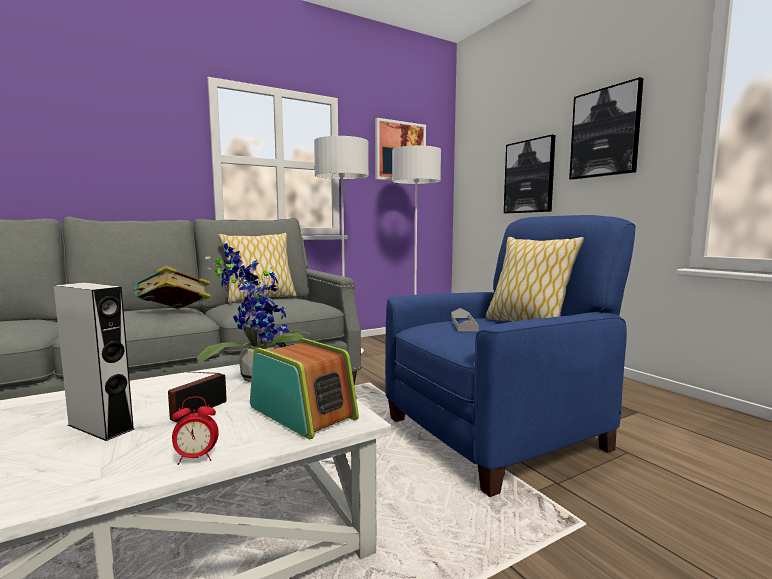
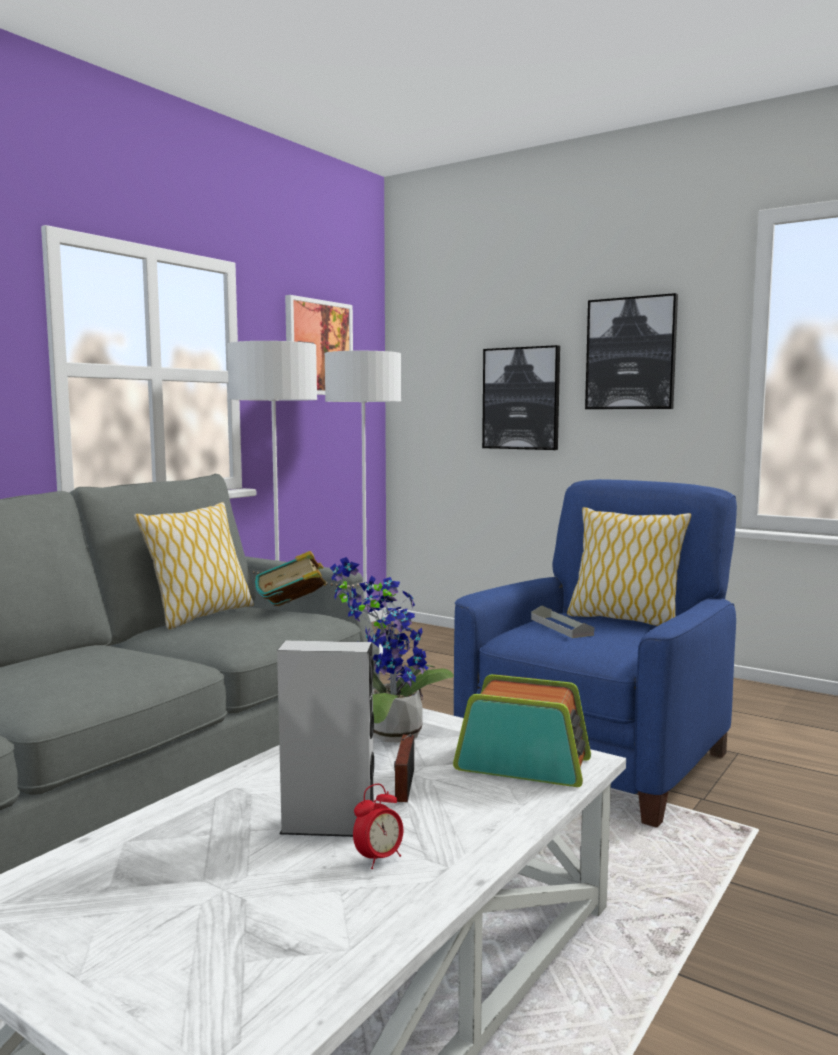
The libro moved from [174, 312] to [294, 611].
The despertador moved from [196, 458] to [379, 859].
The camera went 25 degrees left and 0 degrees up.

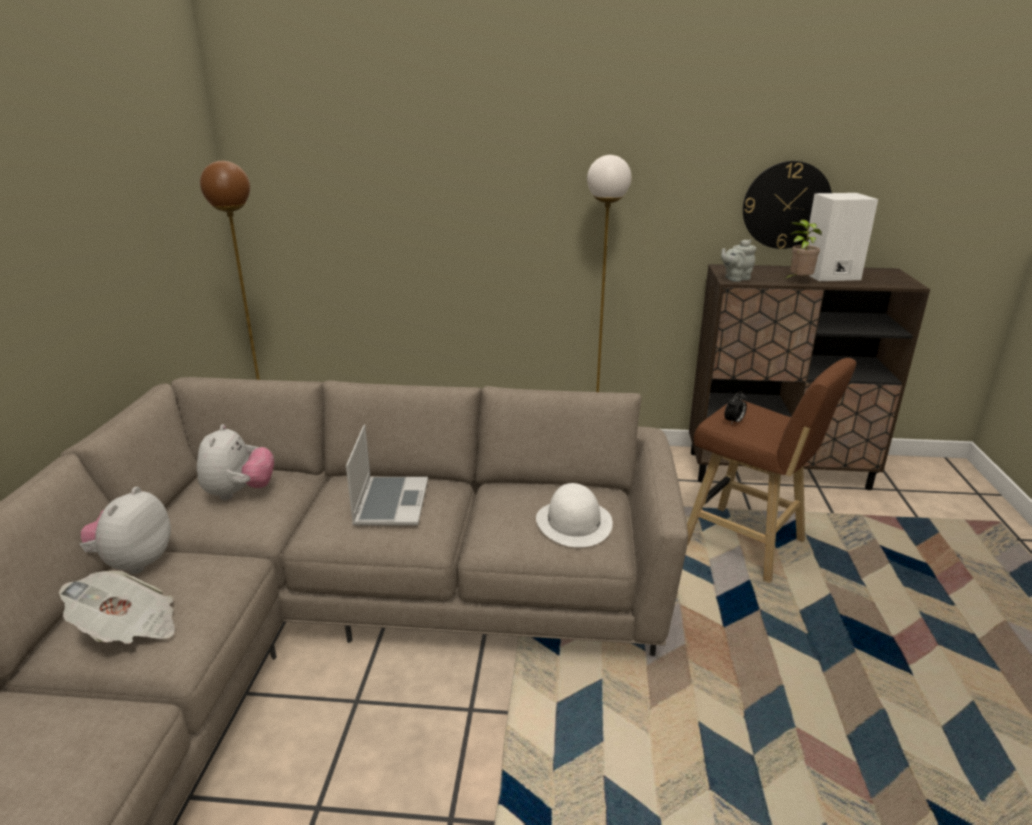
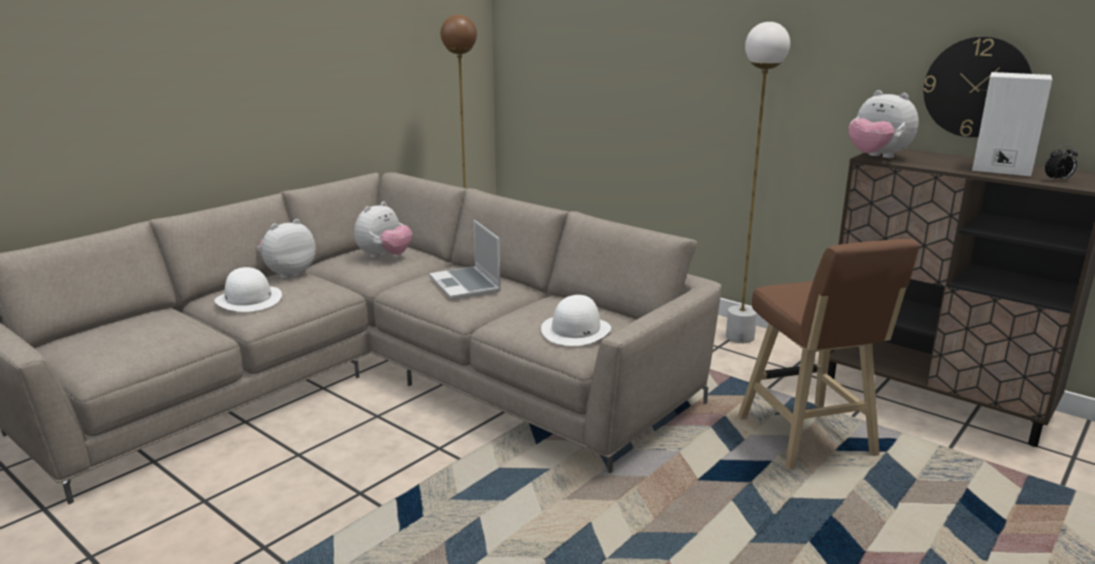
The periódico at [129, 628] was replaced by the sombrero [blanco] at [249, 299].
The portátil at [390, 502] turned 120 degrees clockwise.
The tetera [gris] at [735, 279] was replaced by the peluche at [877, 157].
The despertador moved from [734, 422] to [1058, 180].
The planta en maceta at [798, 281] disappeared.
The camera went 35 degrees right and 5 degrees down.

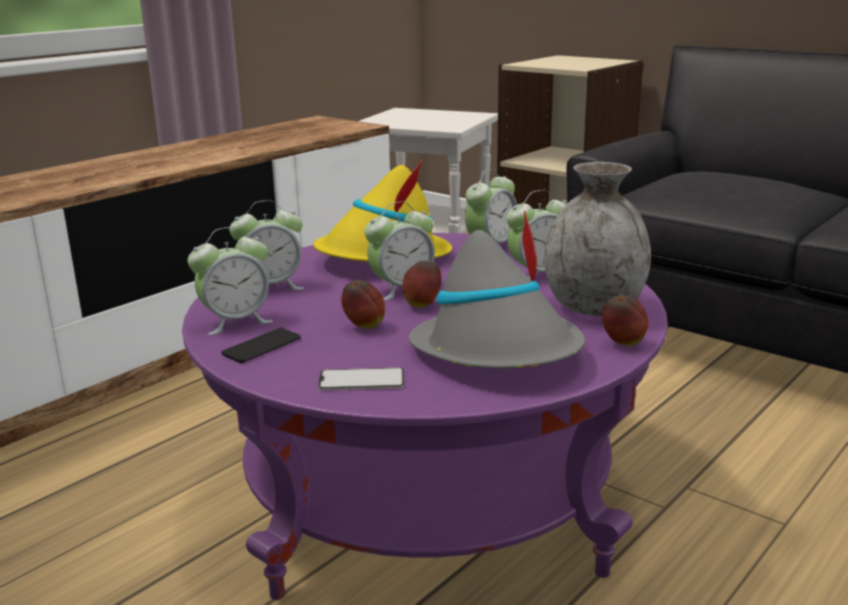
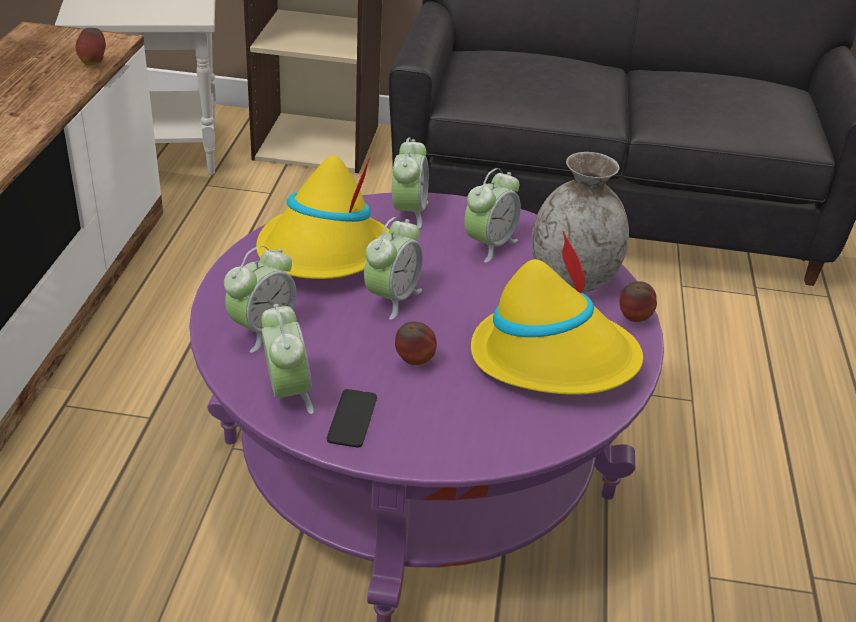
The despertador at [235, 322] turned 45 degrees counterclockwise.
The móvil at [361, 380] disappeared.
The manzana moved from [422, 305] to [93, 63].
The sombrero [gris] at [498, 351] became the sombrero [amarillo] at [553, 358].
The camera went 35 degrees left and 15 degrees up.

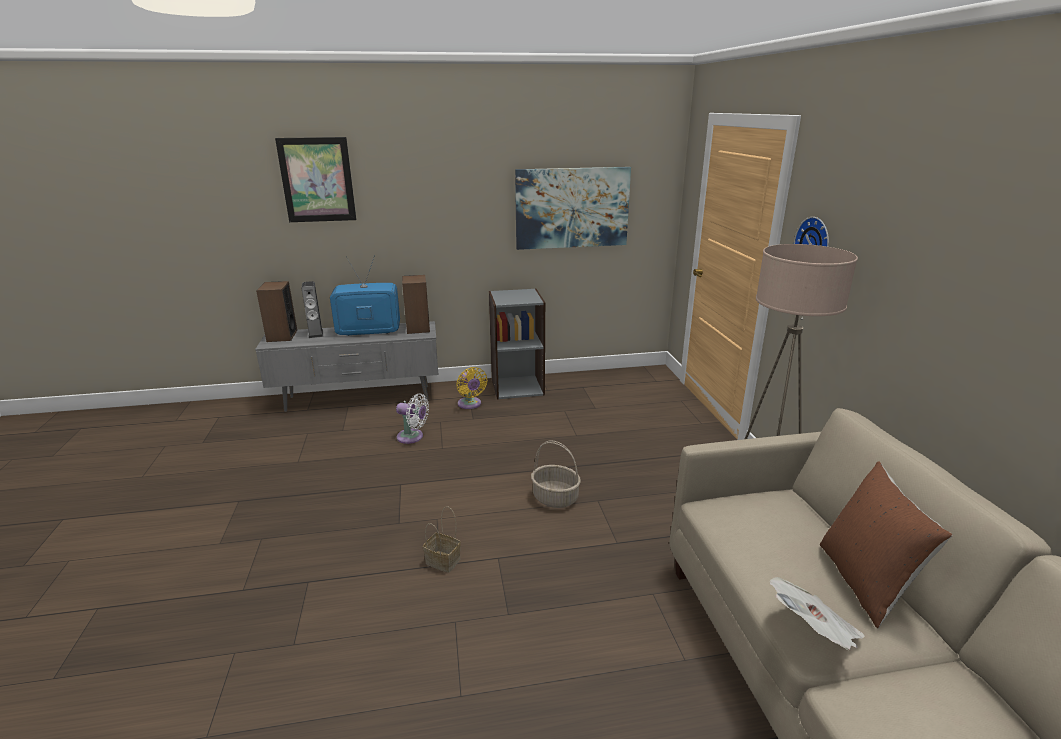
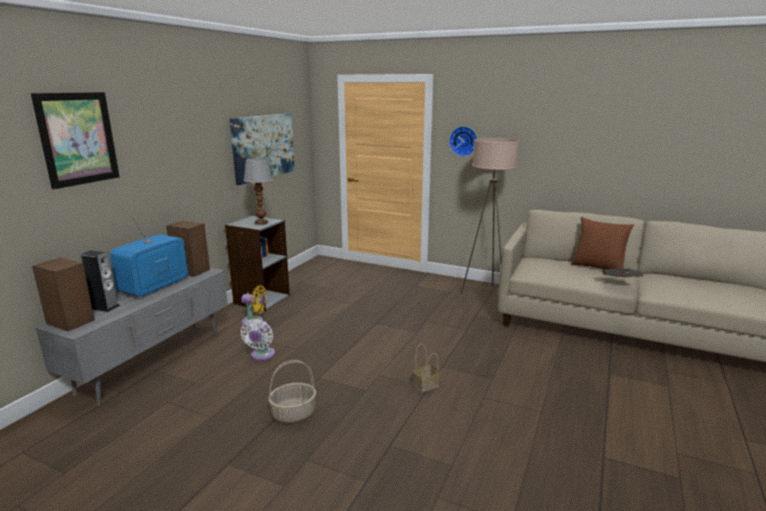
The ventilador [blanco] at [412, 437] turned 135 degrees clockwise.
The cesta moved from [556, 498] to [294, 414].
The lámpara de mesa at [261, 222] appeared.
The camera went 55 degrees left and 5 degrees down.

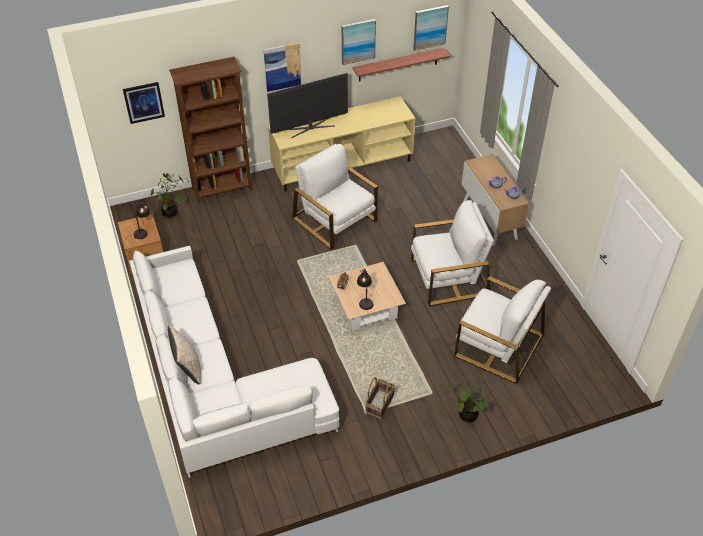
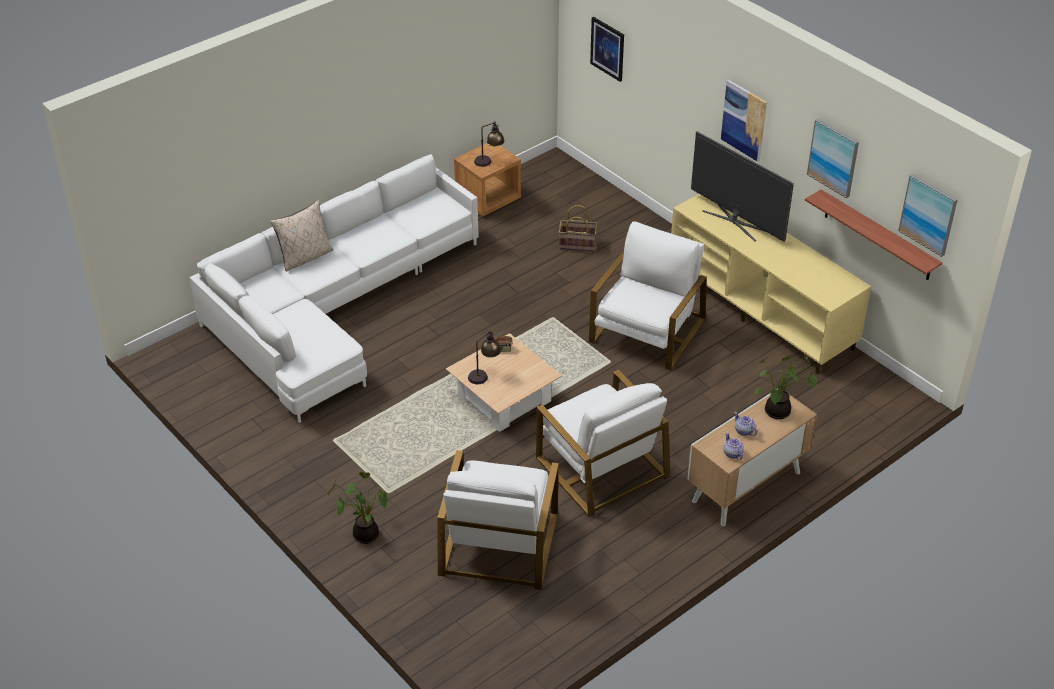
The planta en maceta moved from [171, 213] to [777, 413].
The estantería [marrón] at [223, 189] disappeared.
The cesta moved from [379, 404] to [577, 244].
The camera went 70 degrees right and 5 degrees down.

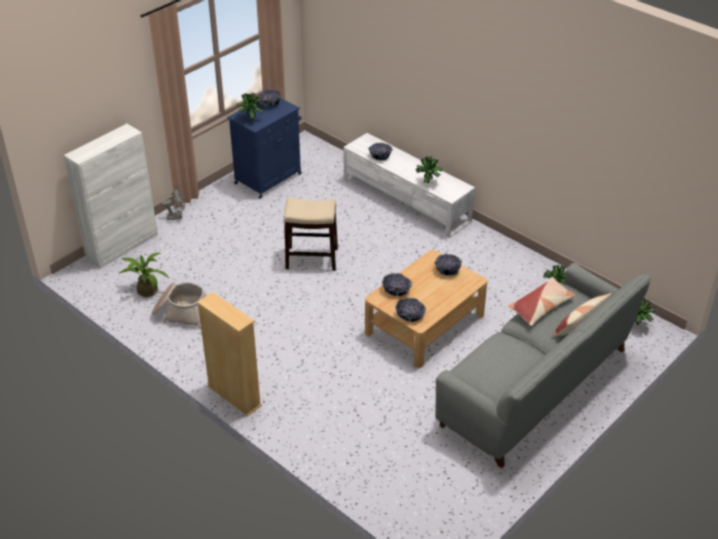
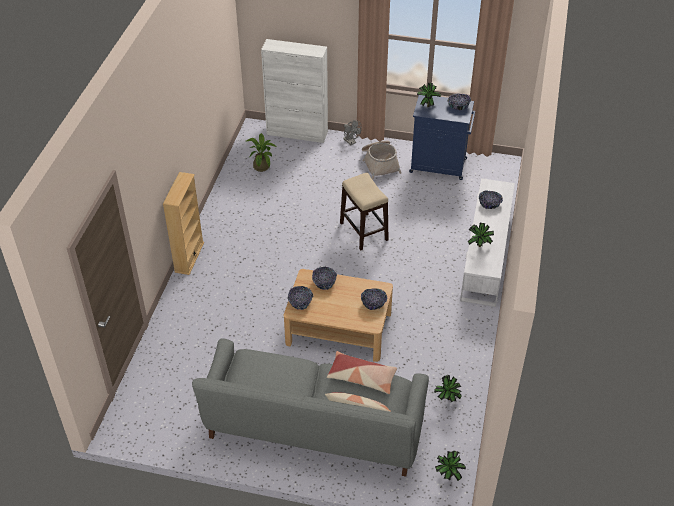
The cesta moved from [181, 312] to [380, 163].
The camera went 60 degrees right and 5 degrees up.

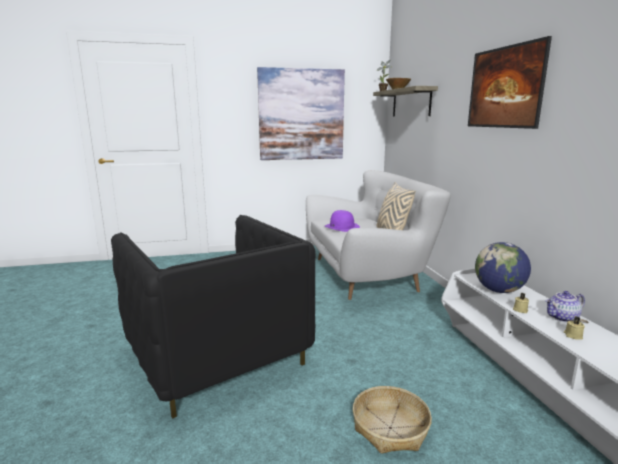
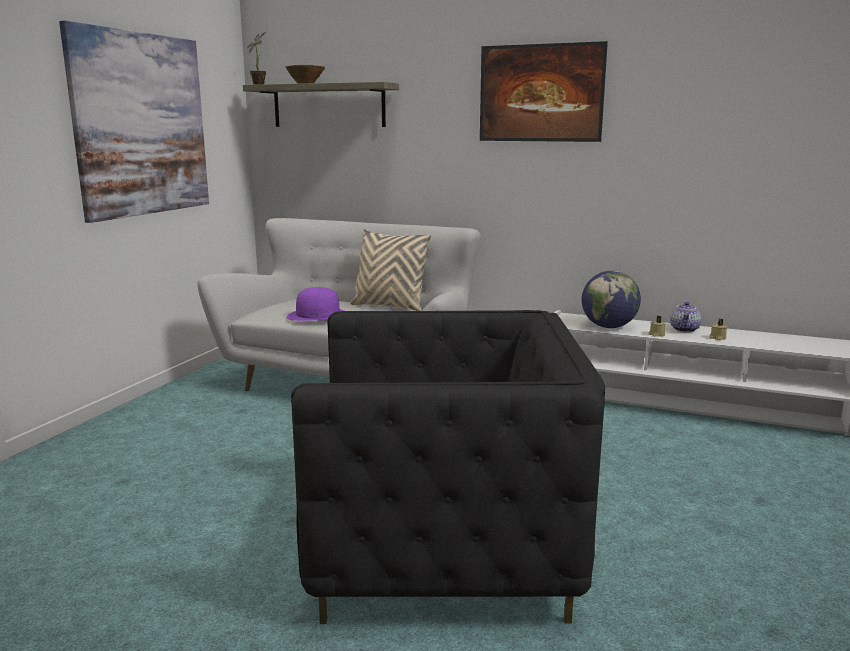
The cesta at [390, 428] disappeared.
The camera went 55 degrees left and 0 degrees up.

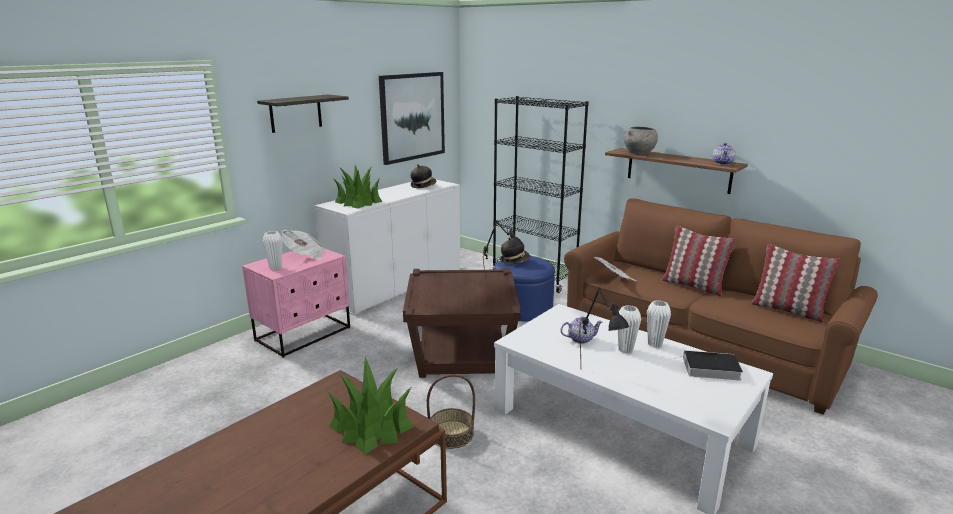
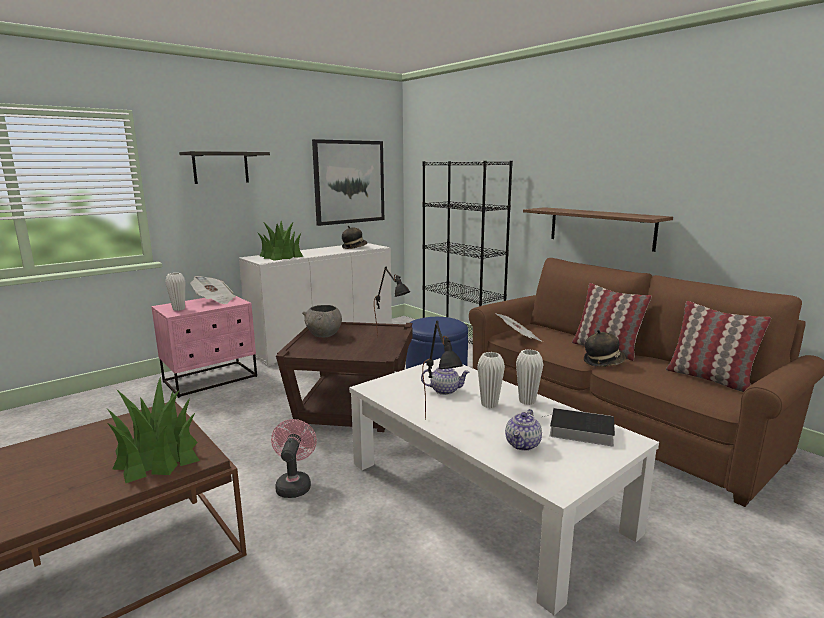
The cesta at [451, 434] was replaced by the ventilador [rosa] at [294, 484].
The sombrero moved from [514, 260] to [603, 362].
The cuenco [gris] moved from [639, 153] to [324, 335].
The tetera moved from [723, 163] to [523, 445].
The camera went 10 degrees right and 5 degrees down.

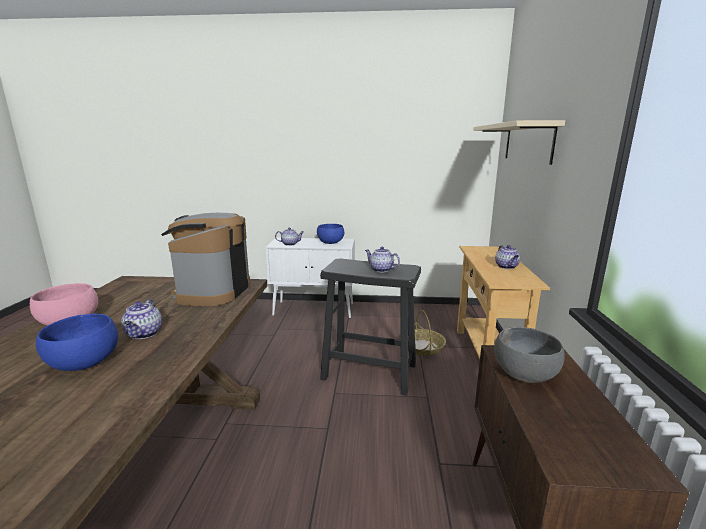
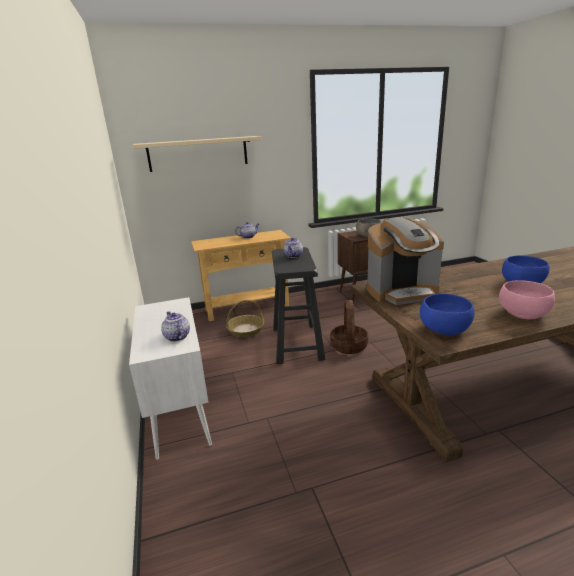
The tetera at [144, 334] disappeared.
The cuenco [azul] moved from [331, 242] to [444, 329].
The cesta at [348, 346] appeared.
The camera went 110 degrees left and 5 degrees up.

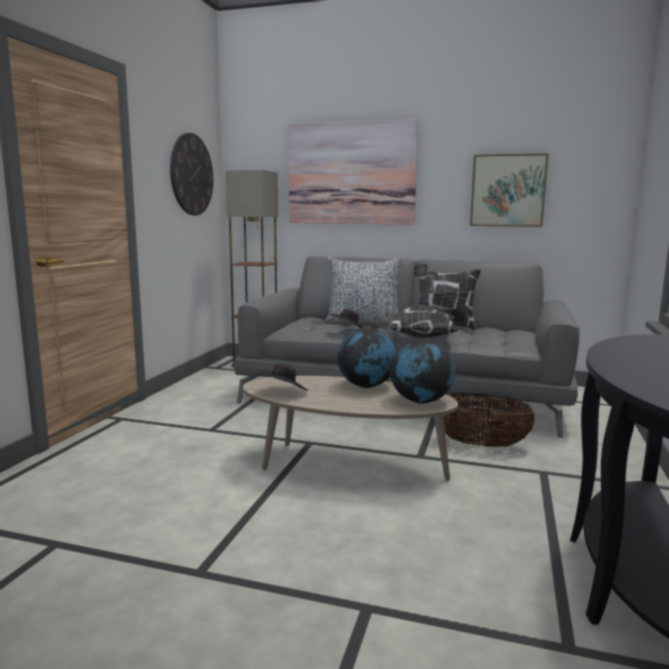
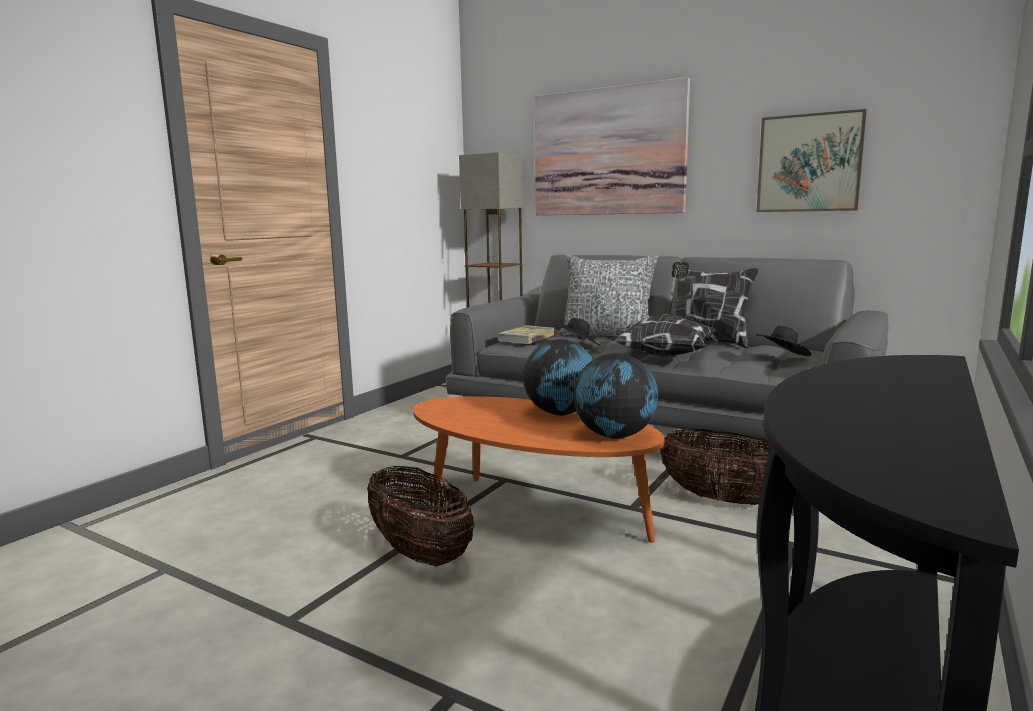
The reloj de pared at [191, 174] disappeared.
The mesa de centro [beis] at [345, 466] became the mesa de centro [naranja] at [530, 512].
The sombrero [negro] moved from [283, 393] to [782, 357].
The cesta at [420, 553] appeared.
The libro at [527, 337] appeared.
The camera went 15 degrees right and 0 degrees up.

